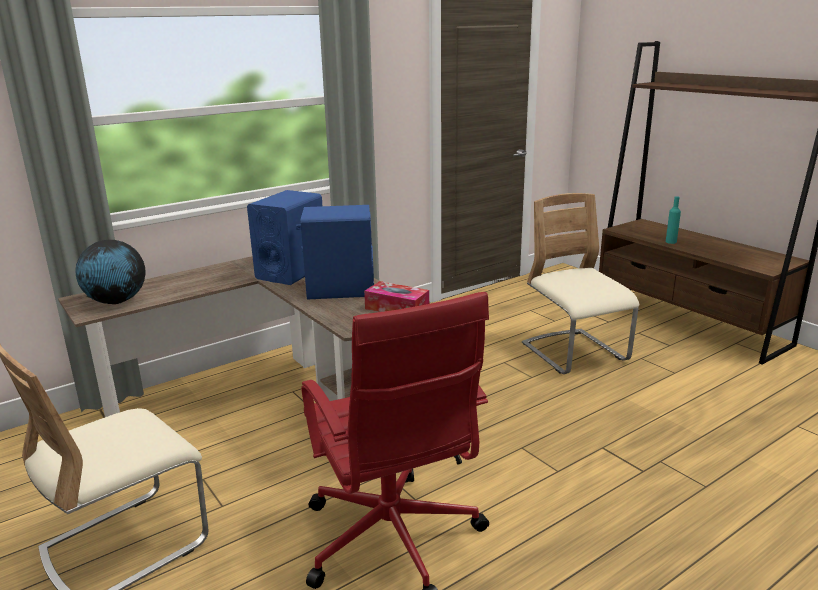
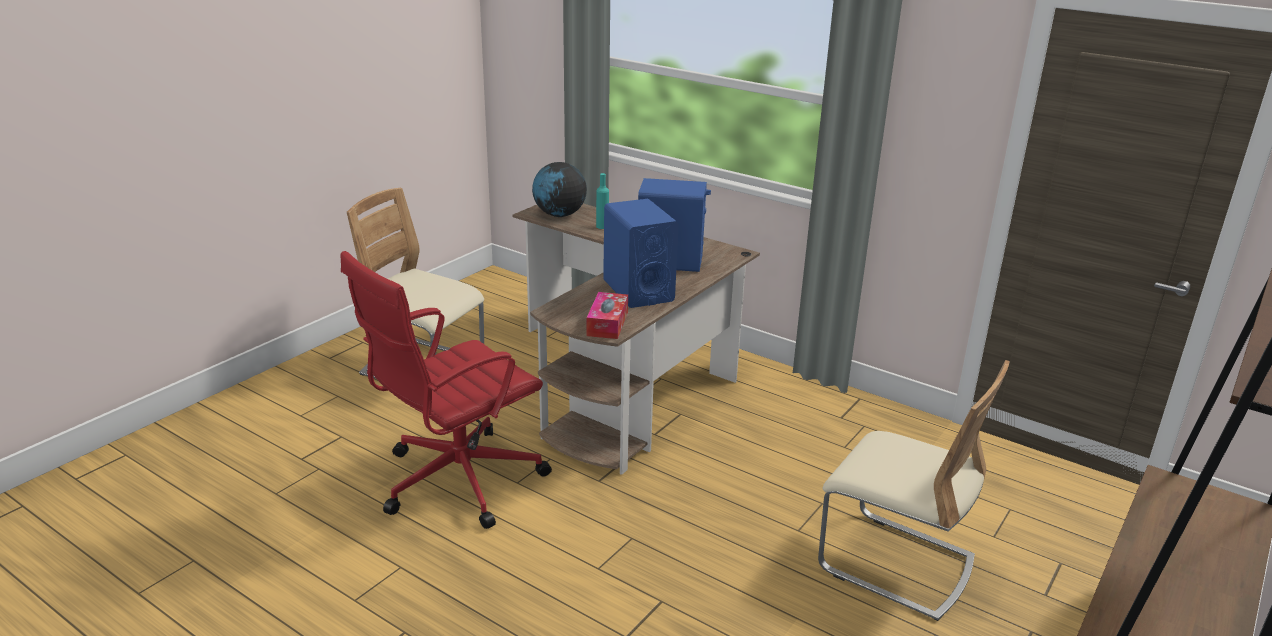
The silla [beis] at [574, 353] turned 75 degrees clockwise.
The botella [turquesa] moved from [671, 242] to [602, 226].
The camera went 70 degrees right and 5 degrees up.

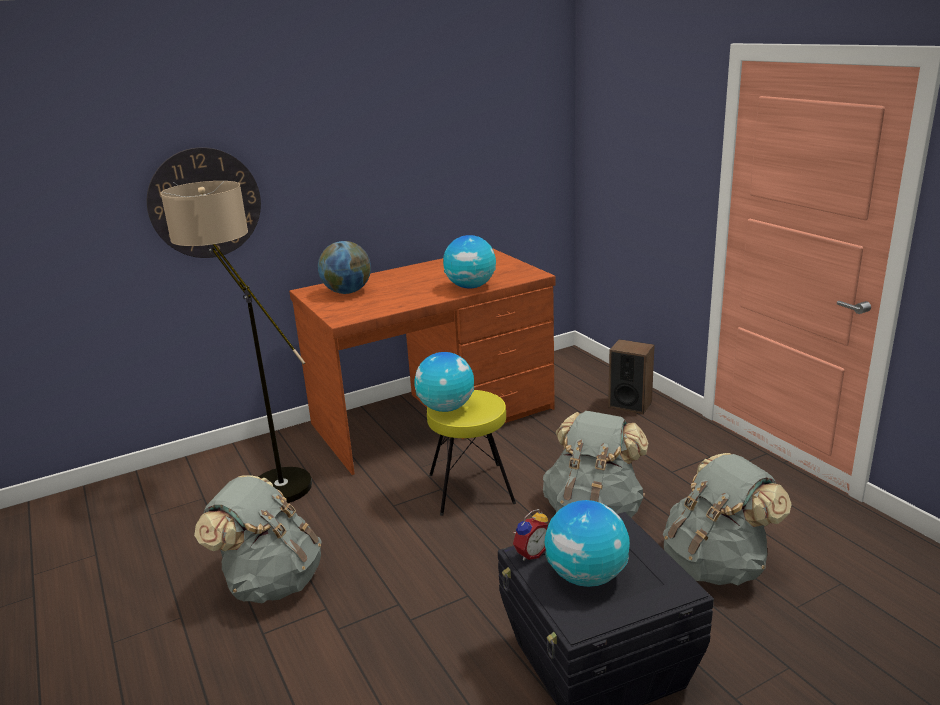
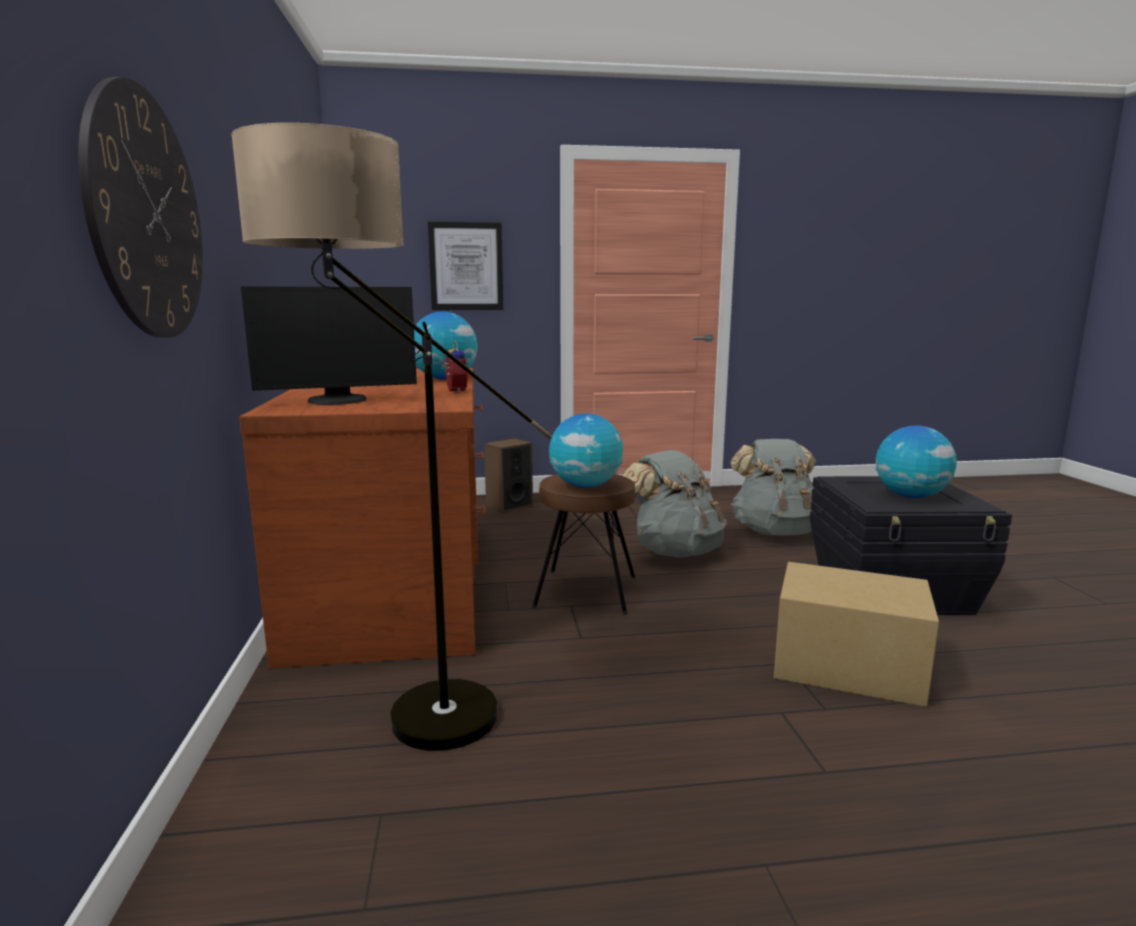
The mochila [gris] at [271, 582] disappeared.
The globo terráqueo at [347, 292] was replaced by the monitor at [337, 401].
The taburete [amarillo] at [470, 489] became the taburete [marrón] at [586, 591].
The despertador moved from [530, 553] to [454, 391].
The cuadro at [466, 266] appeared.
The caja de cartón at [846, 668] appeared.
The camera went 70 degrees left and 10 degrees down.

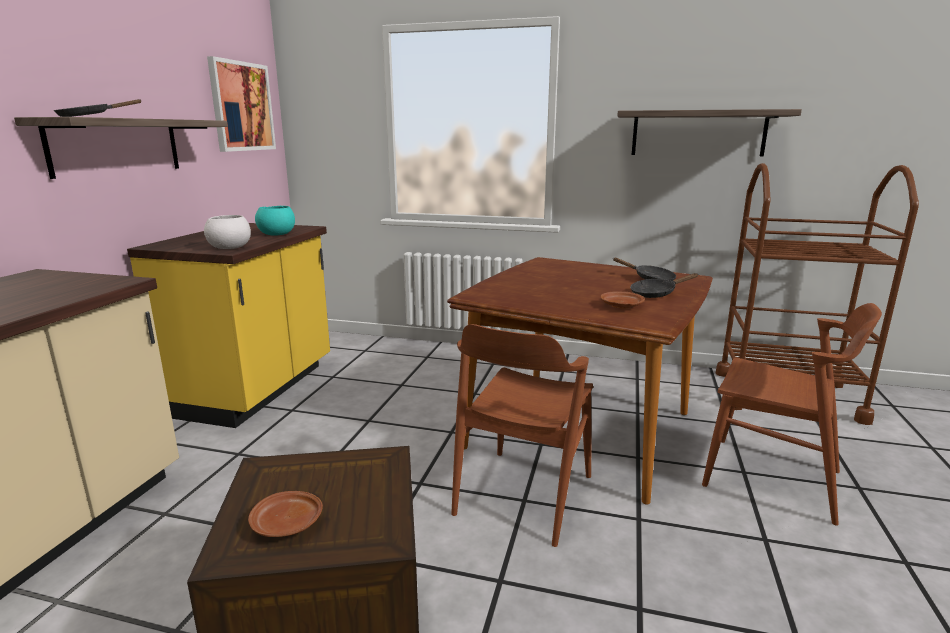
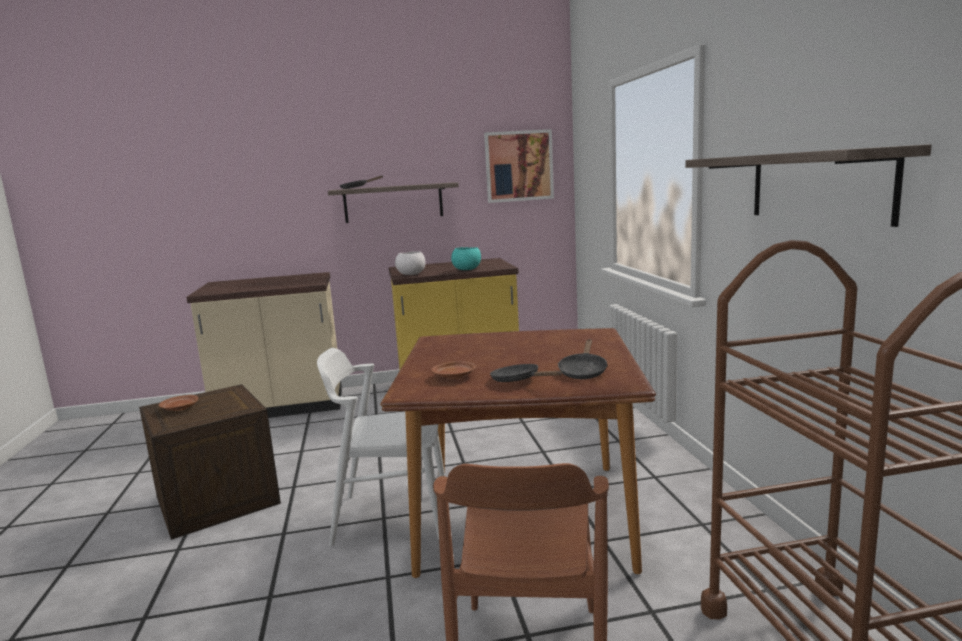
The silla [marrón] at [523, 494] became the silla [blanco] at [391, 516].
The camera went 65 degrees right and 5 degrees down.

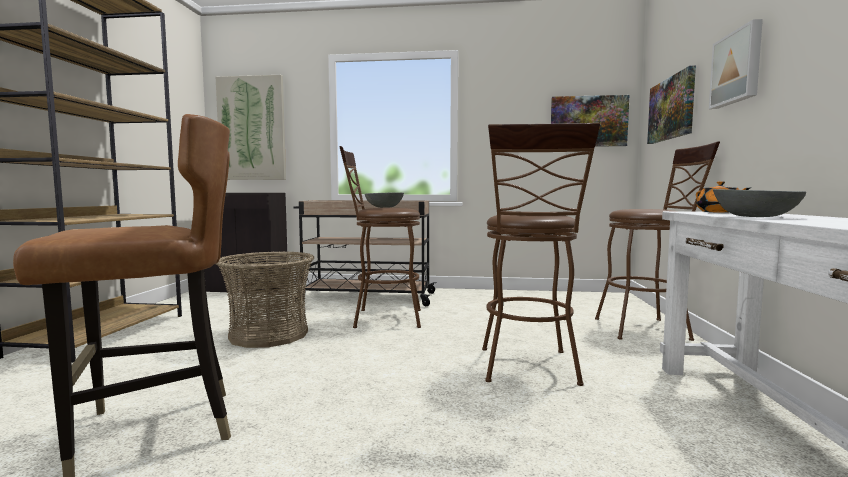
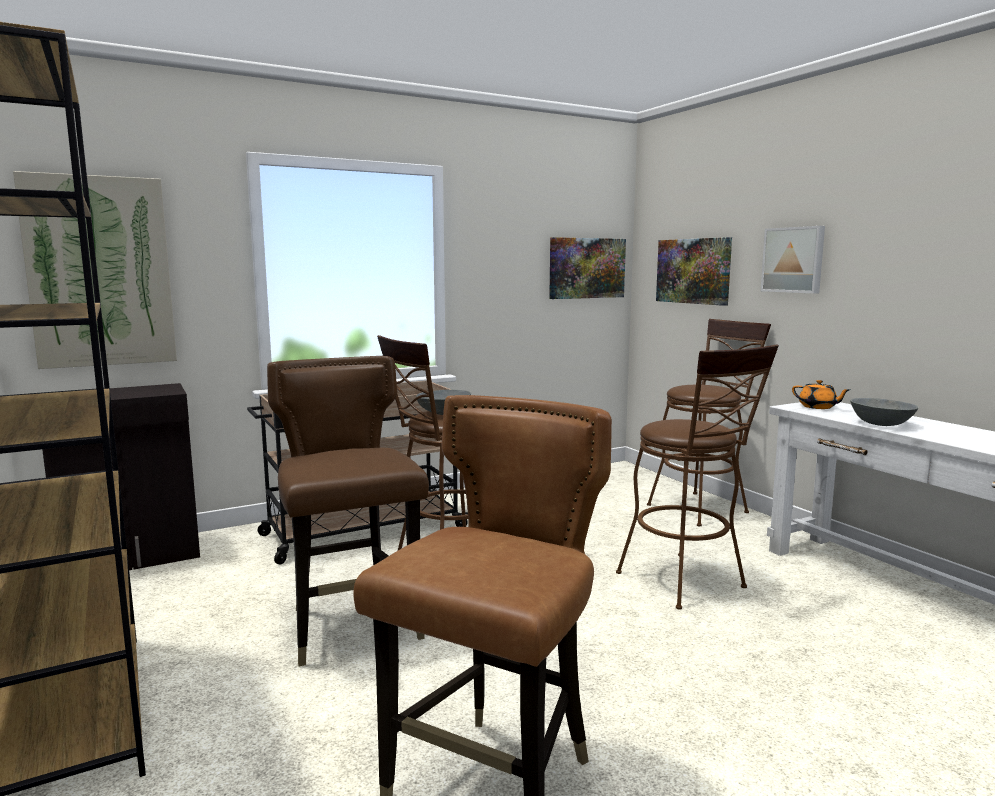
The cesta at [269, 334] was replaced by the silla [marrón] at [353, 627].
The camera went 35 degrees left and 5 degrees up.

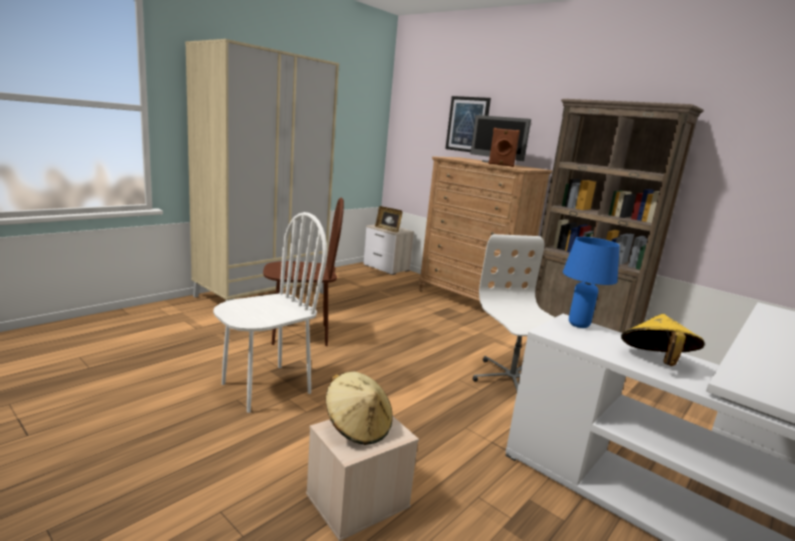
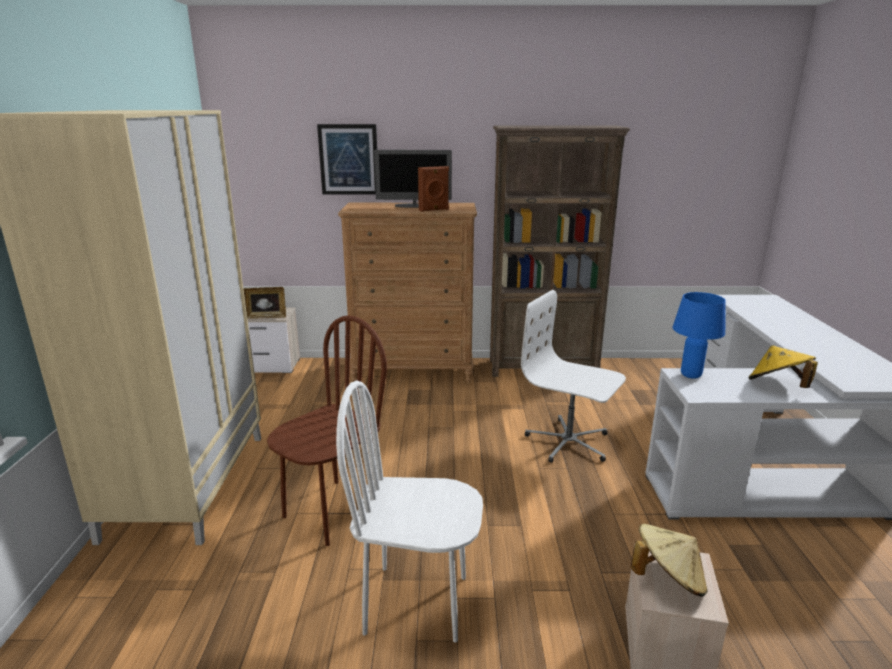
The silla [blanco] at [266, 388] turned 90 degrees counterclockwise.
The camera went 40 degrees left and 5 degrees up.

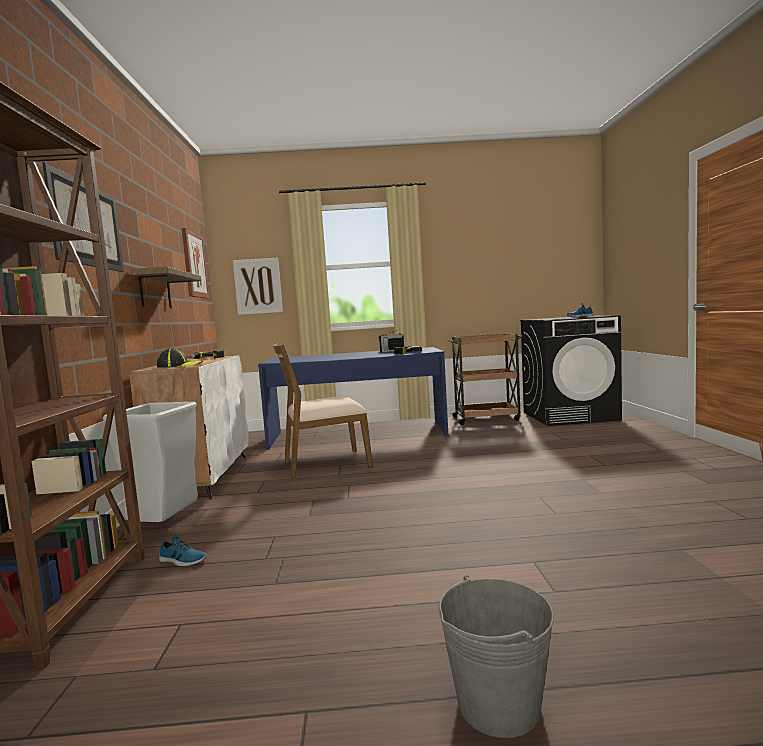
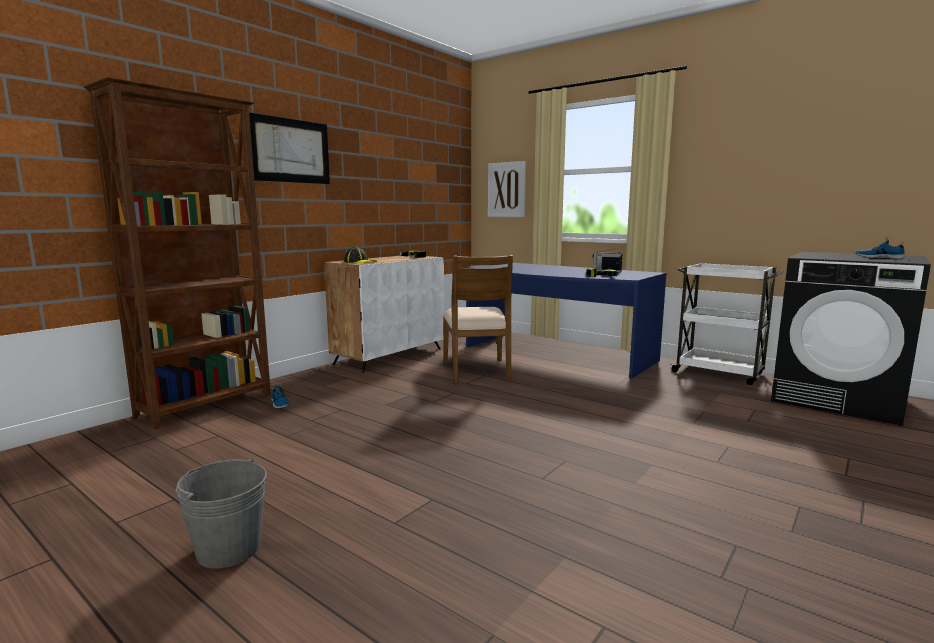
The papelera [gris] at [166, 528] disappeared.
The estante at [155, 290] disappeared.
The cuadro at [194, 265] disappeared.
The silla [marrón] at [325, 464] turned 120 degrees counterclockwise.
The carrito [marrón] at [487, 419] became the carrito [blanco] at [719, 373].
The camera went 40 degrees right and 5 degrees up.

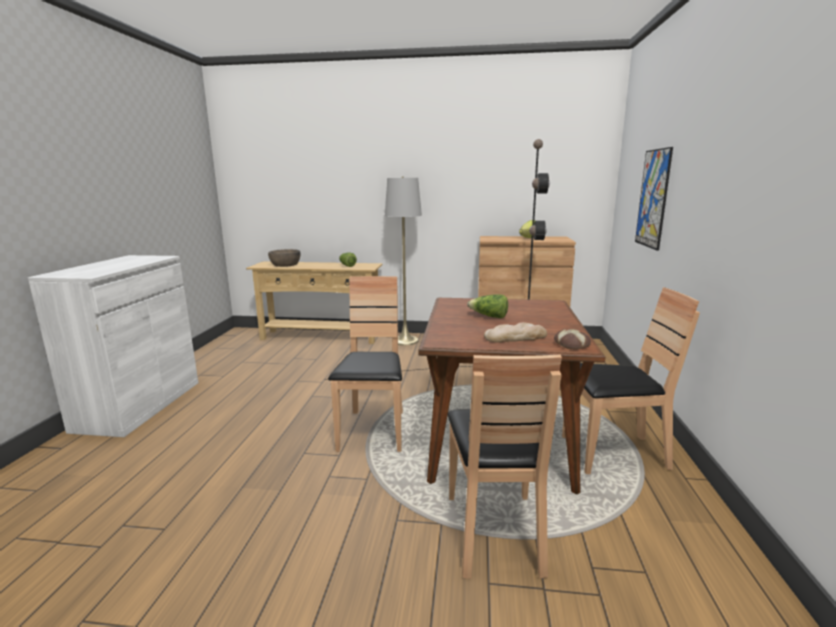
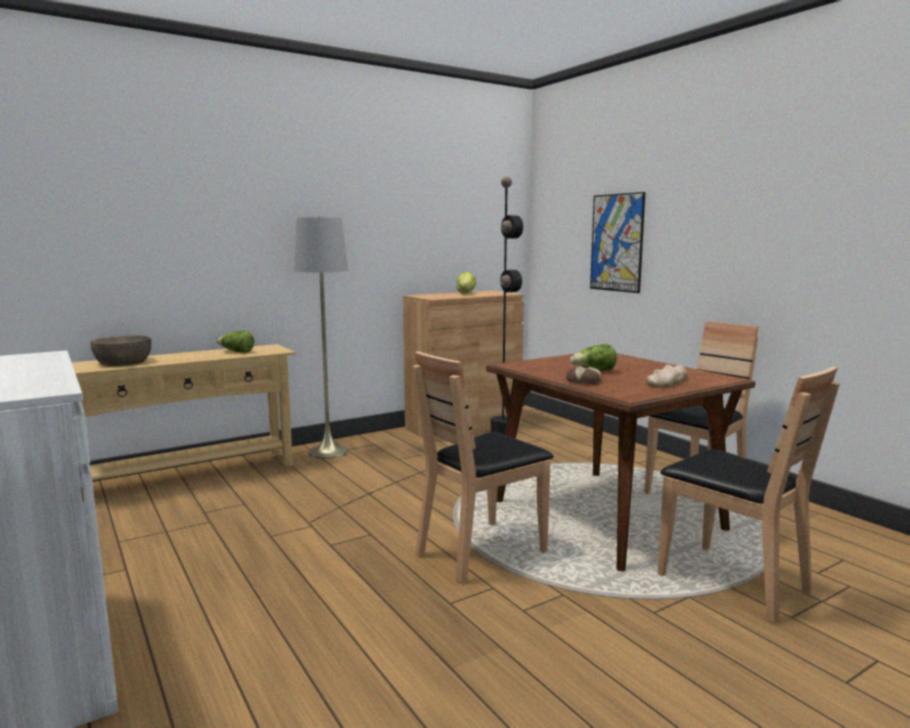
The silla [marrón] at [373, 431] turned 90 degrees counterclockwise.
The pan moved from [572, 344] to [584, 381].
The camera went 40 degrees left and 5 degrees down.

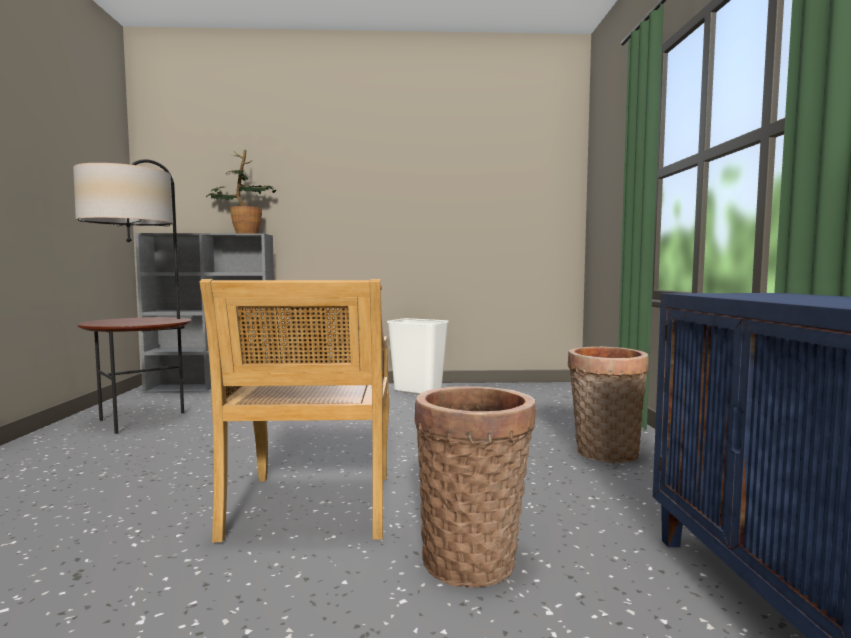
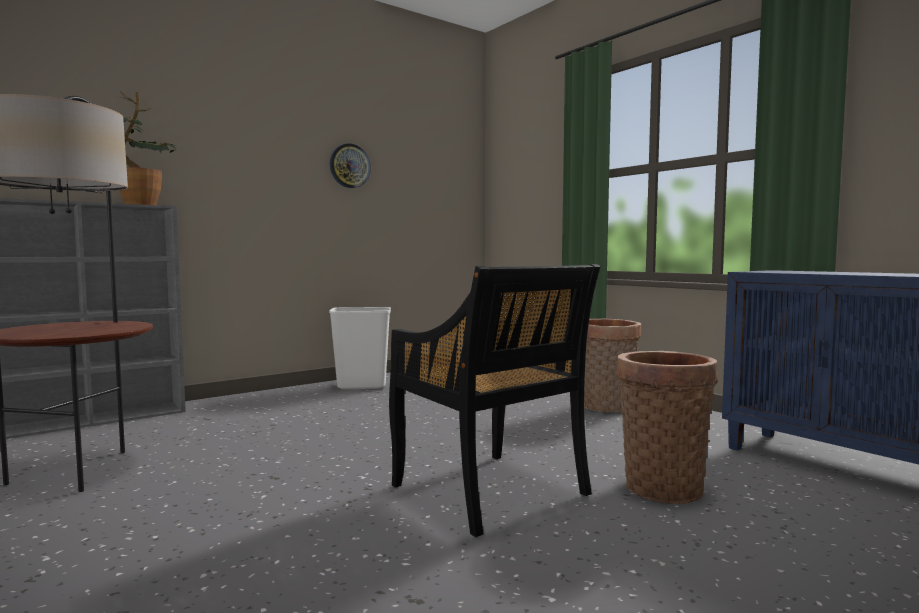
The silla [beis] at [311, 508] became the silla [negro] at [491, 492].
The reloj de pared at [349, 166] appeared.
The camera went 35 degrees left and 0 degrees up.

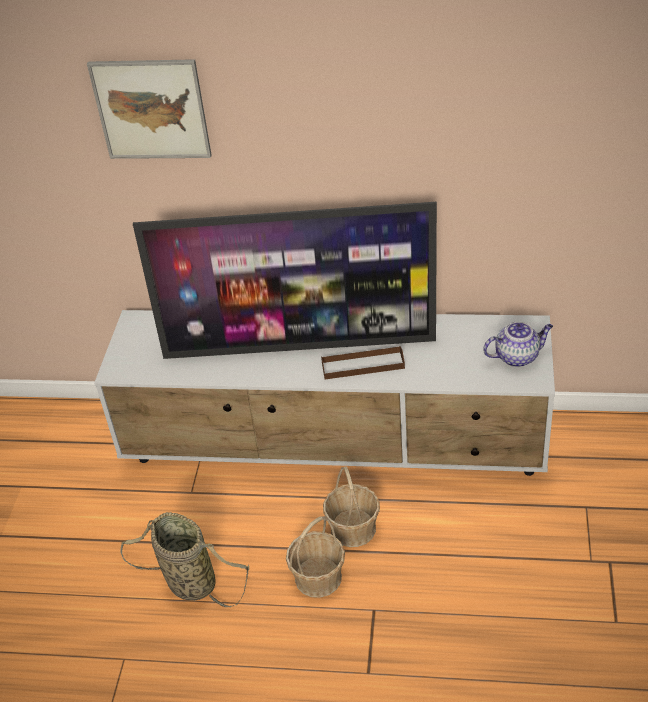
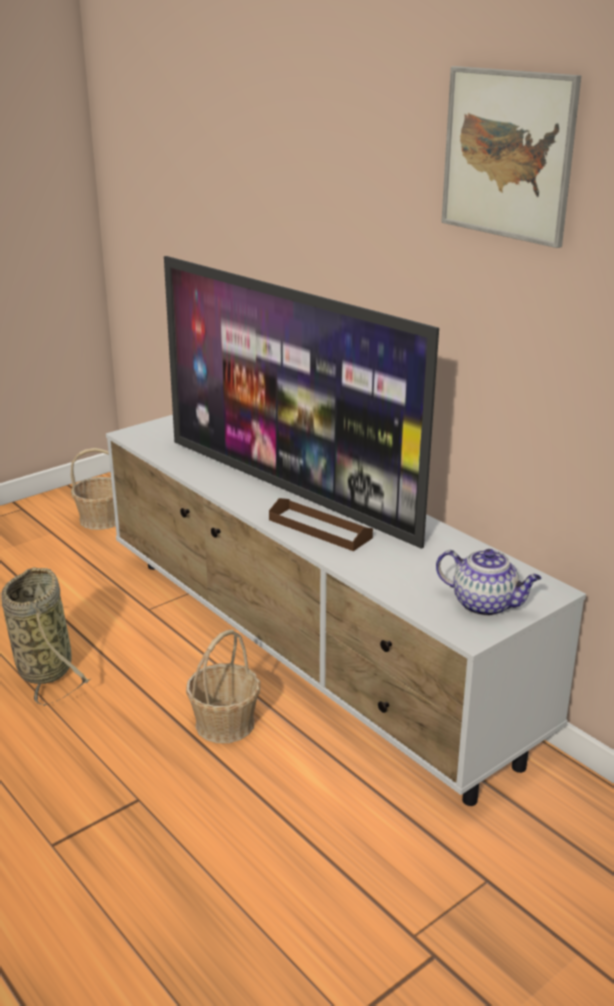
The cuadro moved from [151, 109] to [507, 154].
The cesta moved from [318, 577] to [101, 519].
The camera went 40 degrees right and 15 degrees down.

